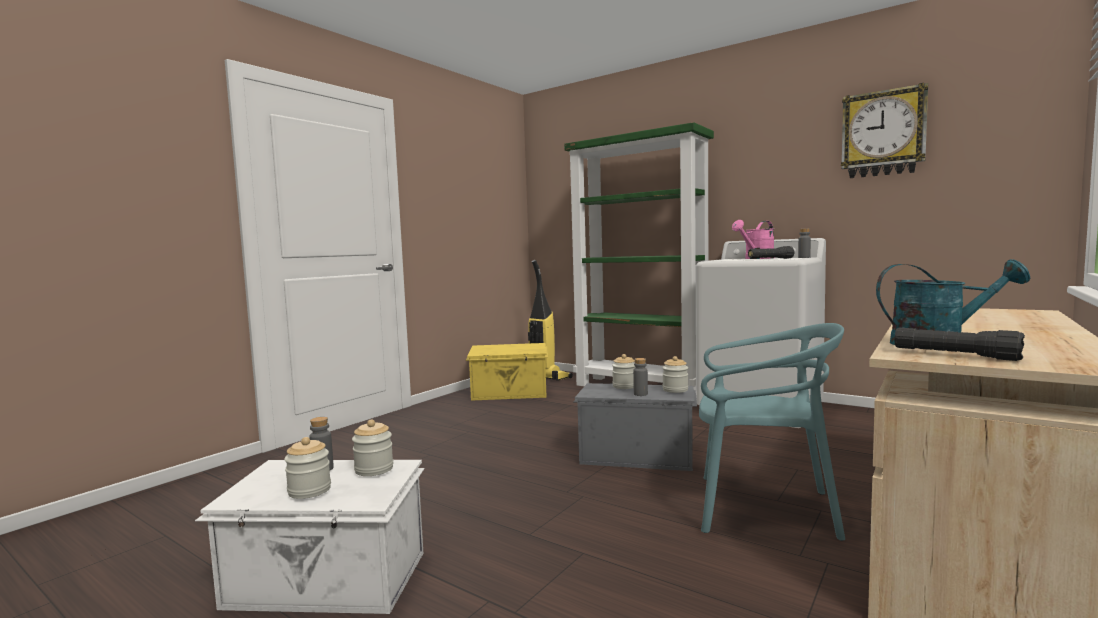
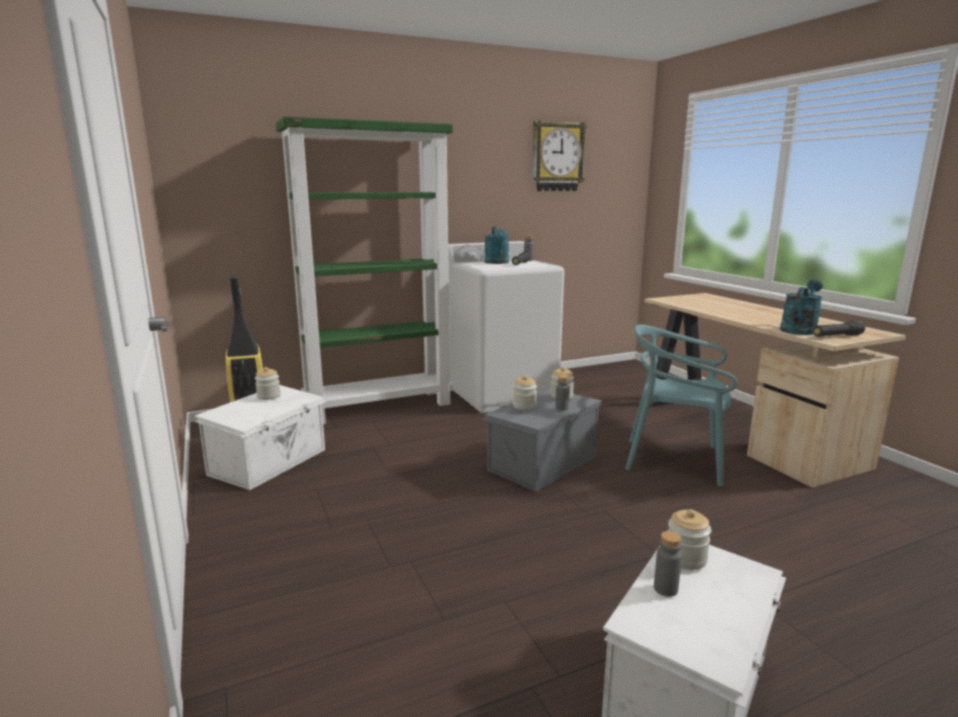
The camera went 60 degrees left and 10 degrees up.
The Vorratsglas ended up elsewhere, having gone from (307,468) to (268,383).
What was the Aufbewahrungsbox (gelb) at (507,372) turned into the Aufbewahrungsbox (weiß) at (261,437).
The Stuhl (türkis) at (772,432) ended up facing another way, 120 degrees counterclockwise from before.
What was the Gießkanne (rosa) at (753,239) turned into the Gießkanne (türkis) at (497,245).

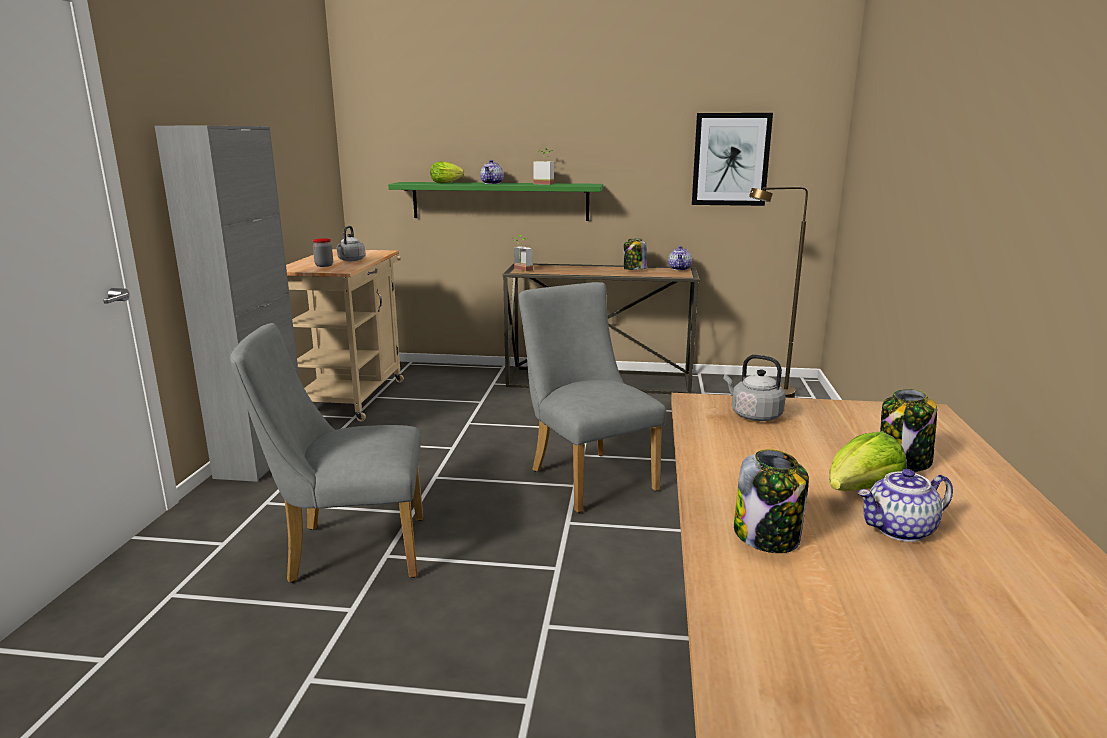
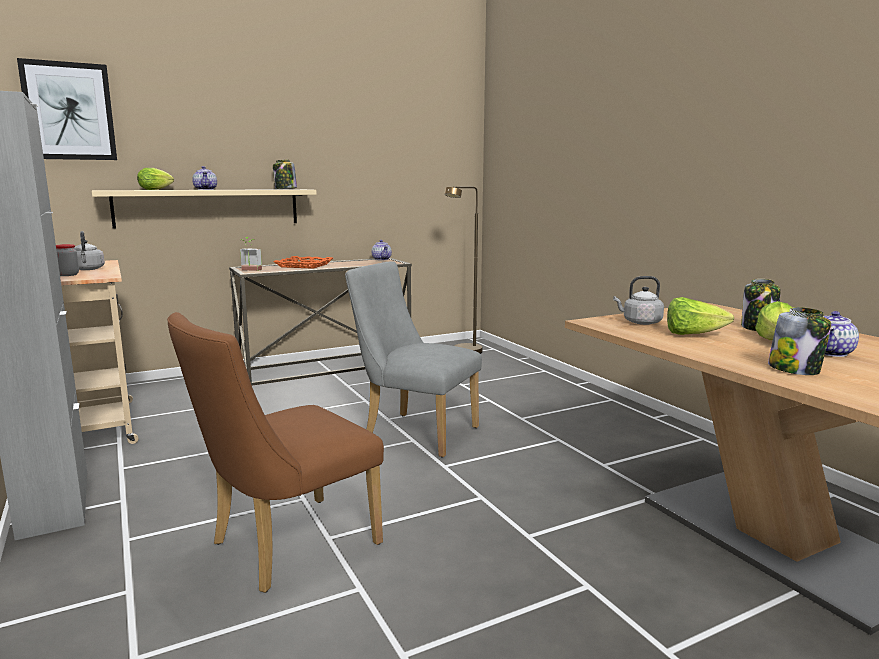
The camera went 35 degrees left and 5 degrees down.
What was the Stuhl (grau) at (326,453) turned into the Stuhl (braun) at (275,452).
What was the Wandregal (grün) at (495,201) turned into the Wandregal (beige) at (204,209).
The second view lost the Topfpflanze at (543,166).
The Vorratsglas ended up elsewhere, having gone from (635,254) to (285,174).
The Bild ended up elsewhere, having gone from (732,159) to (67,109).
The second view gained the Tablett (orange) at (303,262).
The second view gained the Salatkopf at (700,316).

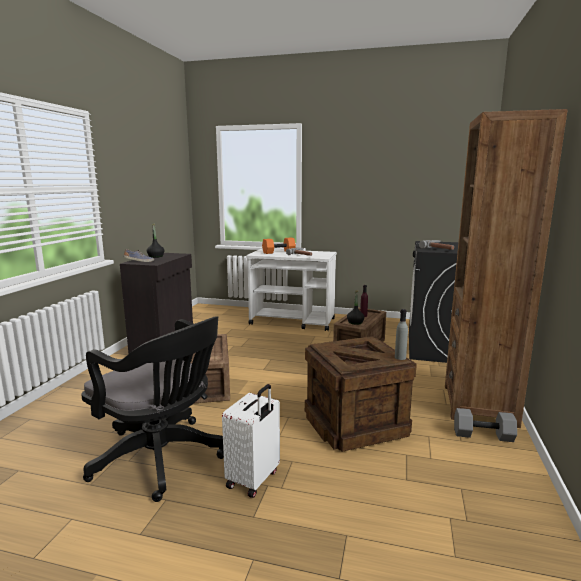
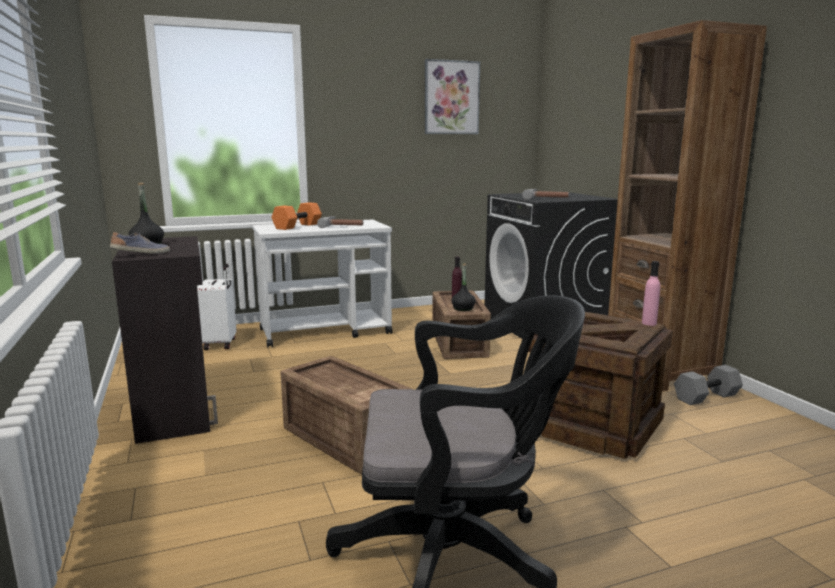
The camera went 35 degrees left and 0 degrees up.
The Koffer (weiß) ended up elsewhere, having gone from (251,441) to (217,307).
What was the Flasche (grau) at (401,334) turned into the Flasche (rosa) at (651,293).
The second view gained the Bild at (452,96).

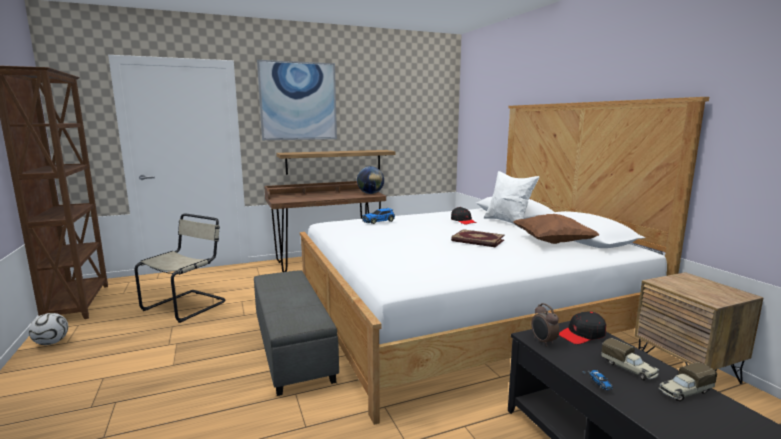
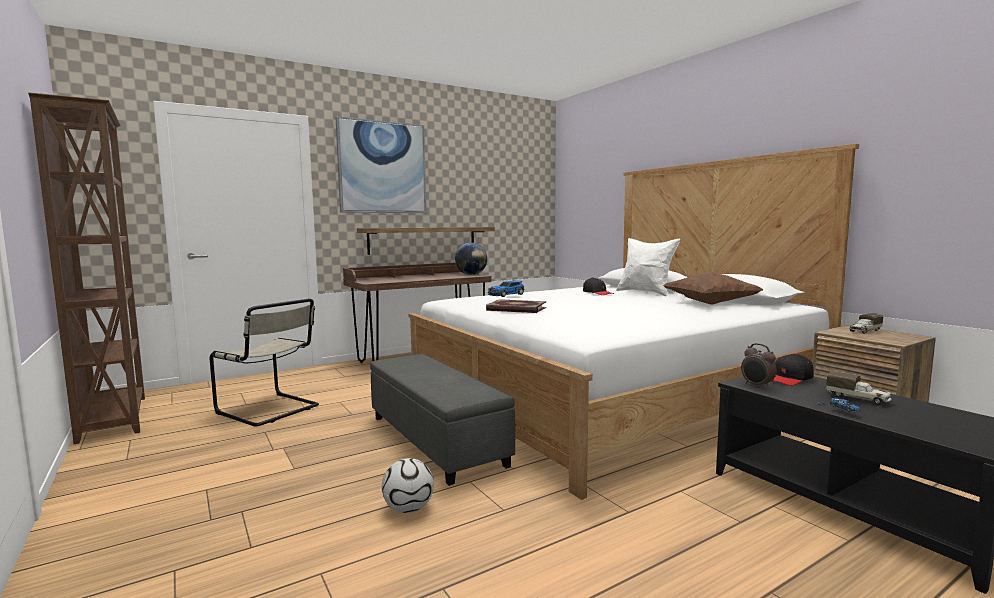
The camera went 10 degrees left and 5 degrees down.
The Fußball ended up elsewhere, having gone from (48,329) to (408,485).
The Stuhl (beige) at (179,268) ended up facing another way, 105 degrees clockwise from before.
The Buch ended up elsewhere, having gone from (478,238) to (516,306).
The Spielzeuglaster ended up elsewhere, having gone from (687,382) to (866,323).

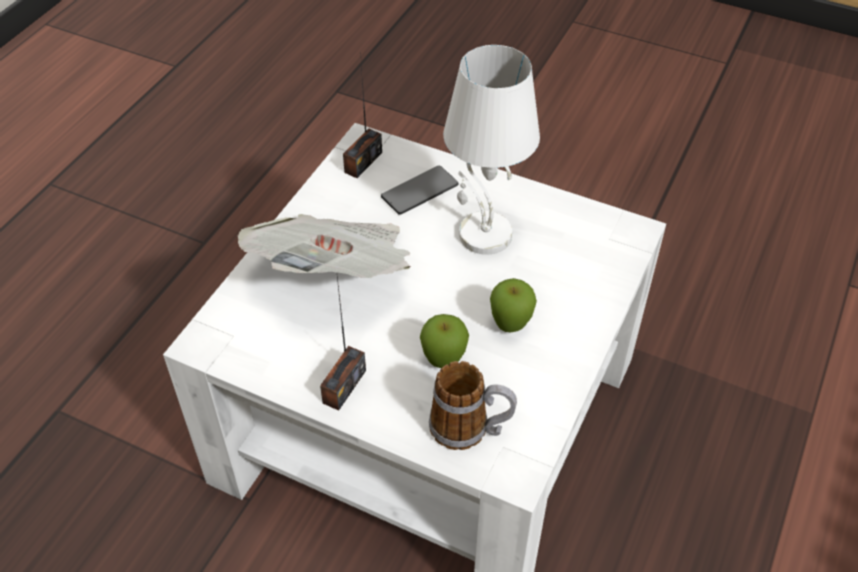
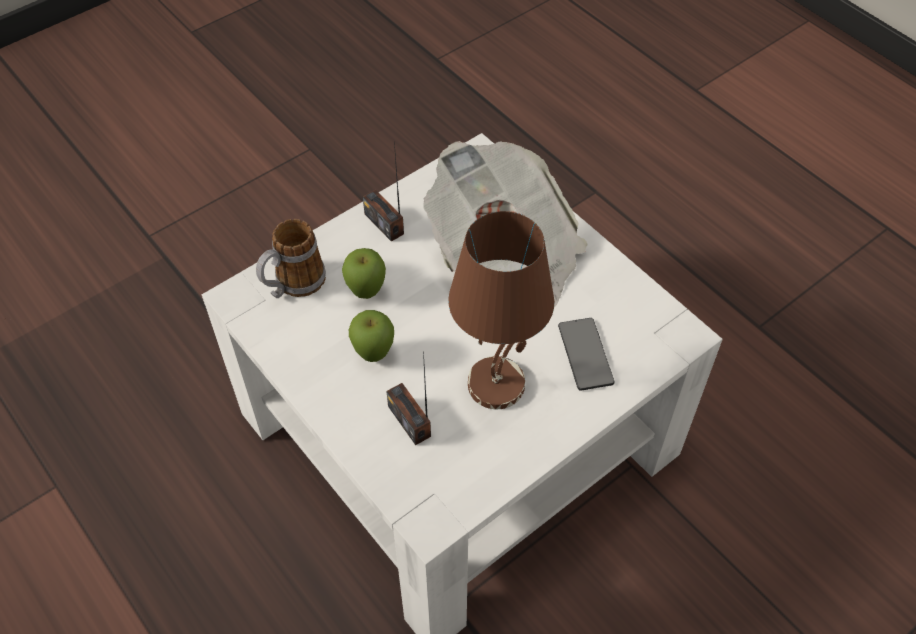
The camera went 115 degrees right and 5 degrees up.
The Radio ended up elsewhere, having gone from (362,120) to (408,398).
What was the Tischlampe (weiß) at (491,150) turned into the Tischlampe (braun) at (501,310).

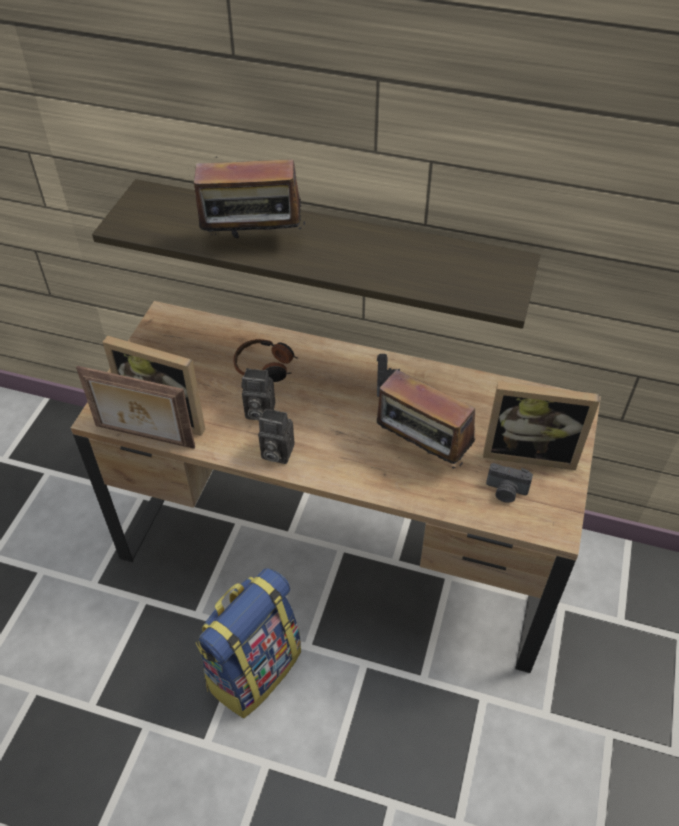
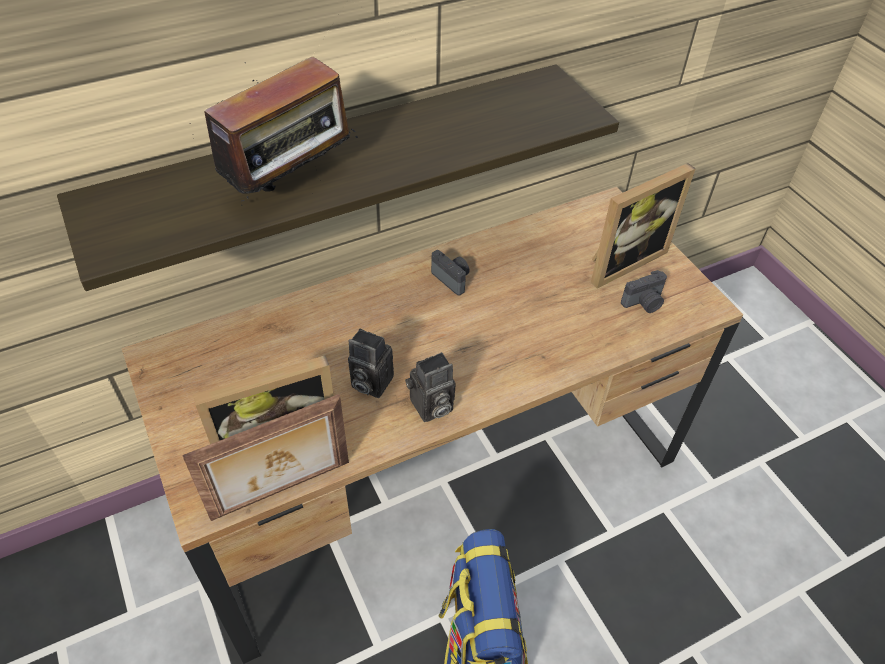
The camera went 45 degrees left and 0 degrees up.
The second view lost the Kopfhörer at (266,360).
The Kamera at (258,394) ended up facing another way, 60 degrees clockwise from before.
The second view lost the Radio at (425,418).

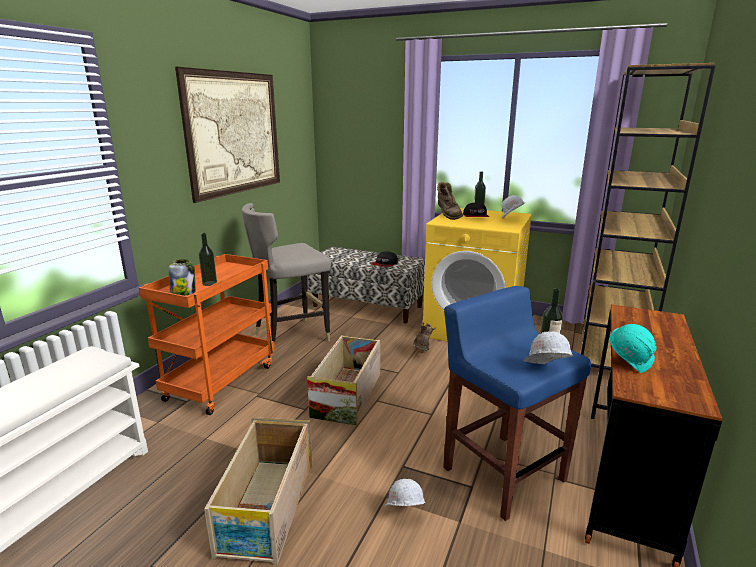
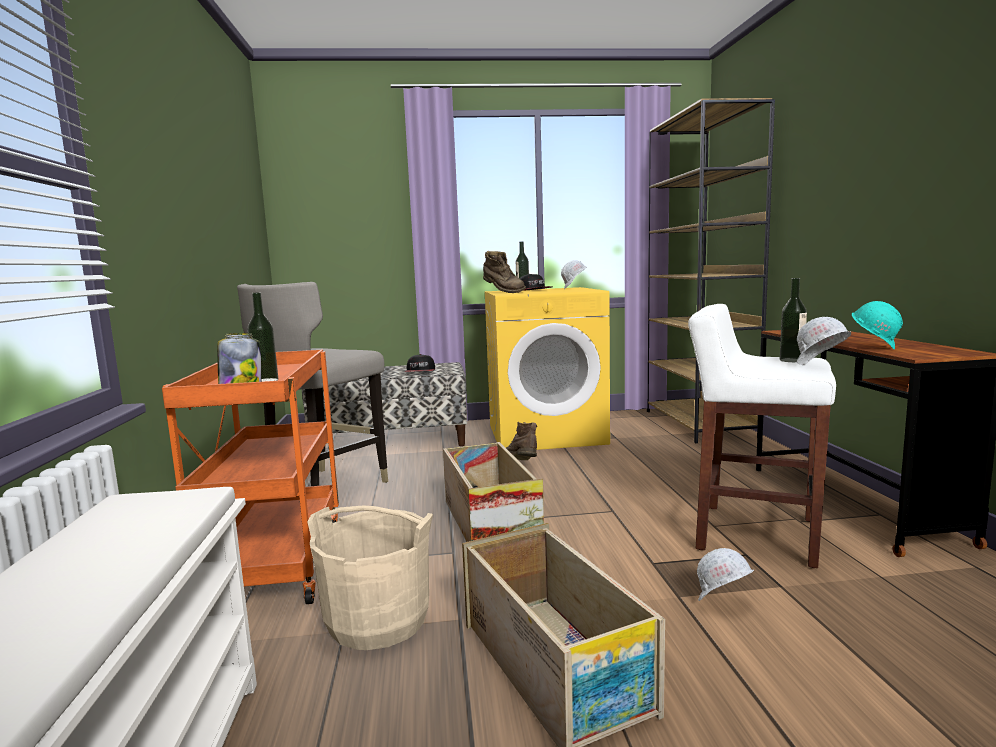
The camera went 30 degrees left and 10 degrees down.
The second view lost the Bild at (227,135).
What was the Hocker (blau) at (517,403) turned into the Hocker (weiß) at (762,436).
The second view gained the Eimer (beige) at (370,578).

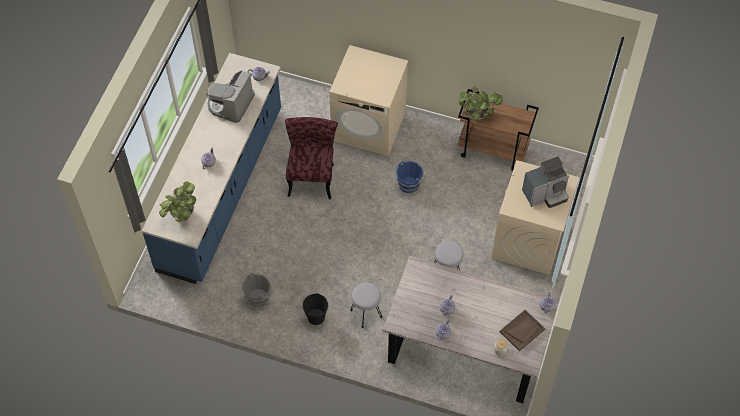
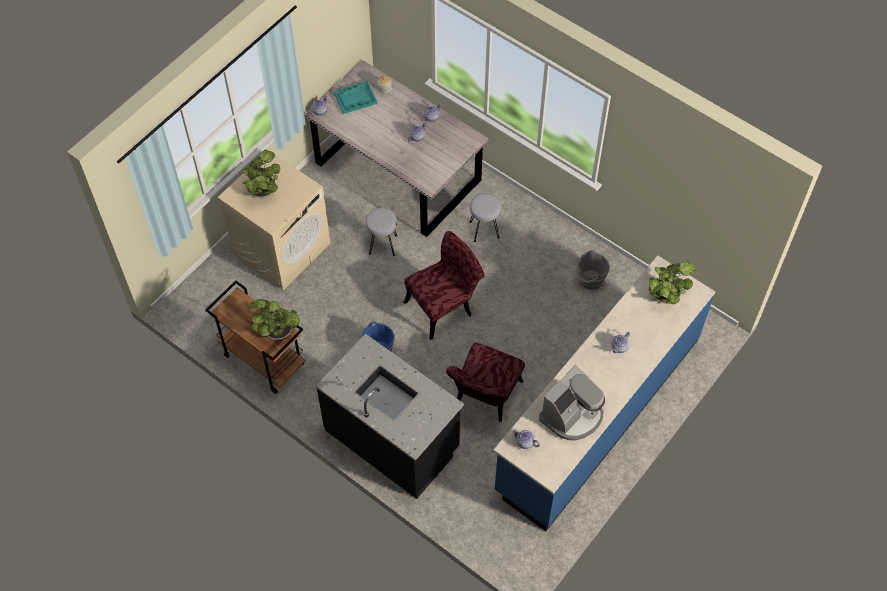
The camera went 160 degrees left and 0 degrees up.
The second view lost the Eimer (schwarz) at (315,309).
Where the Waschmaschine (beige) stood at (368,100), the Küchenzeile (schwarz) came to stand at (390,416).
What was the Tablett (braun) at (522,330) turned into the Tablett (türkis) at (355,97).
Where the Kaffeemaschine stood at (545,182), the Topfpflanze came to stand at (260,174).
The second view gained the Stuhl (rot) at (444,285).

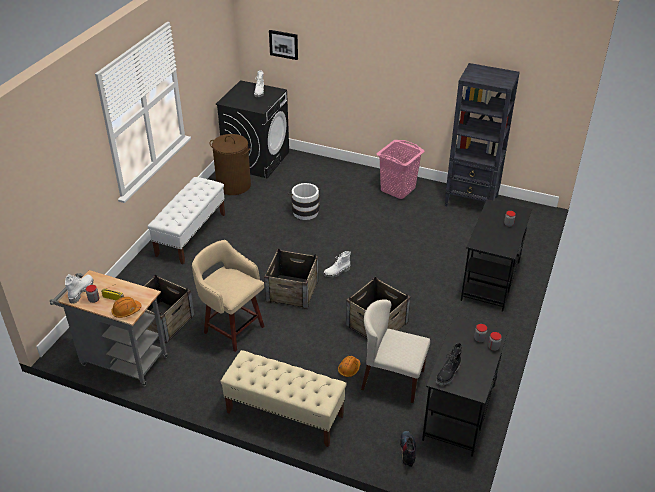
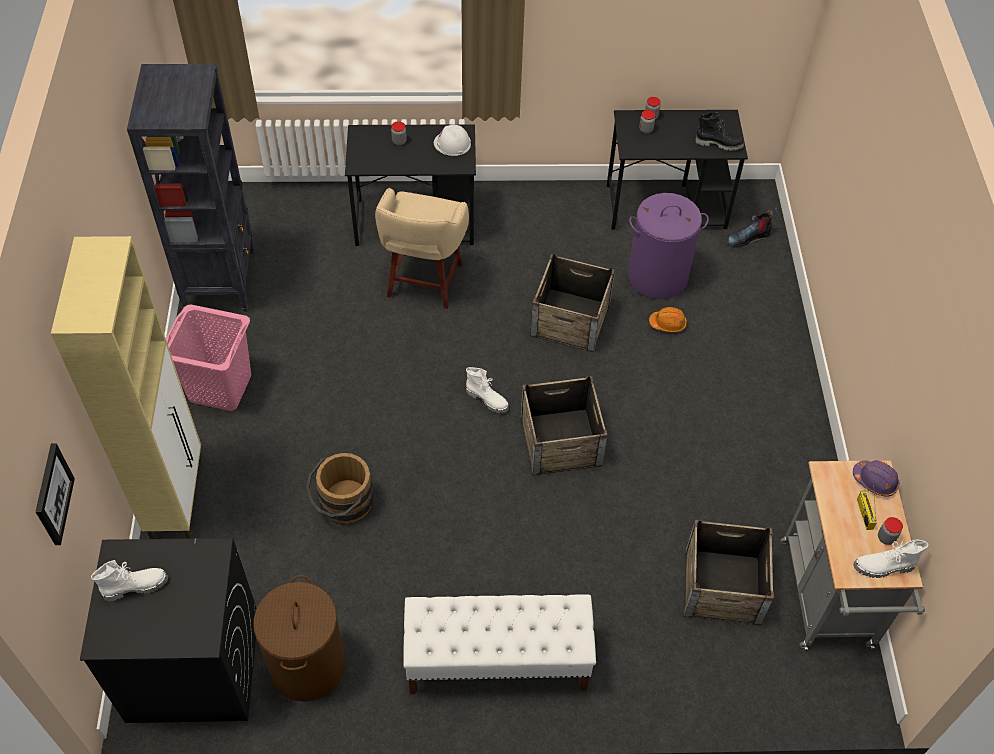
The camera went 115 degrees left and 15 degrees up.
What was the Schutzhelm (orange) at (126,307) turned into the Schutzhelm (lila) at (876,478).
The Hocker (beige) ended up elsewhere, having gone from (228,296) to (422,248).
The second view lost the Bank (beige) at (283,398).
What was the Eimer (weiß) at (304,201) turned into the Eimer (braun) at (340,488).
Where the Stuhl (beige) stood at (395,351), the Wäschekorb (lila) came to stand at (668,246).
The second view gained the Schrank (beige) at (126,387).
The second view gained the Schutzhelm (weiß) at (452,140).

